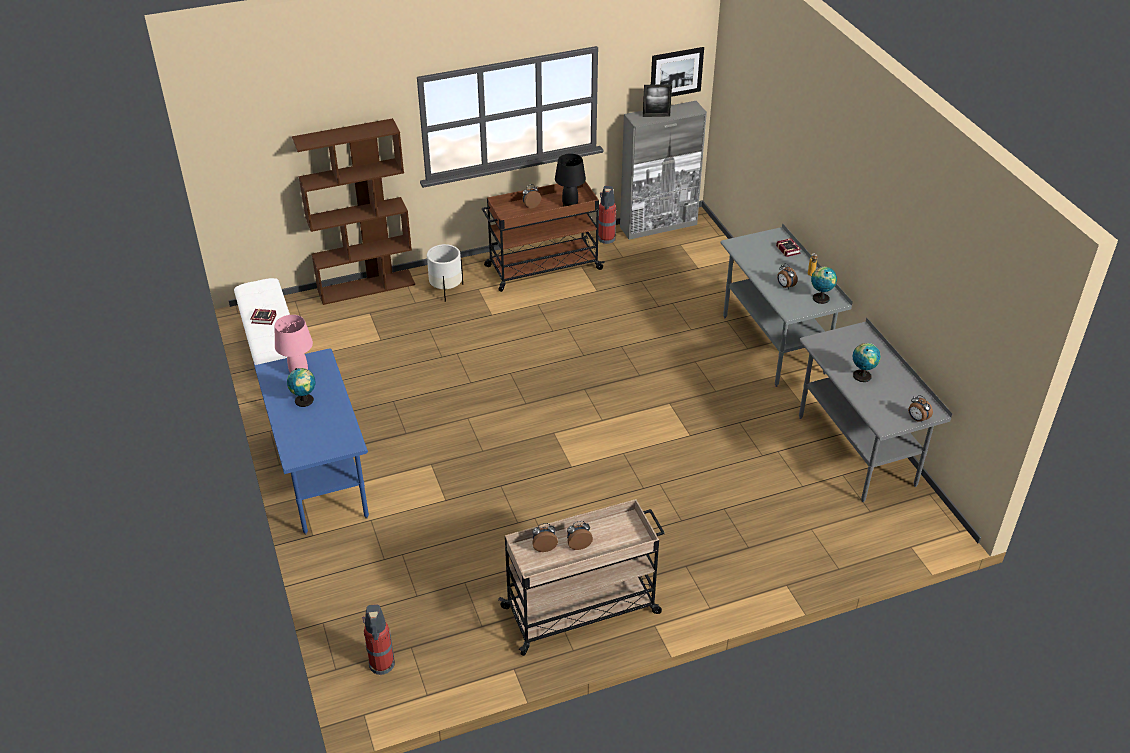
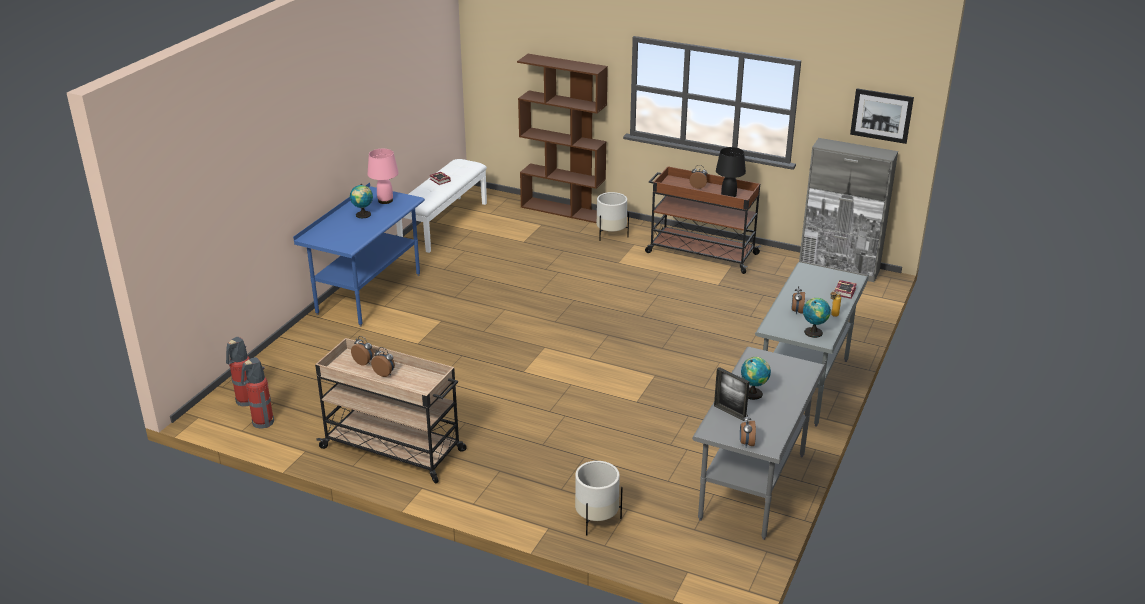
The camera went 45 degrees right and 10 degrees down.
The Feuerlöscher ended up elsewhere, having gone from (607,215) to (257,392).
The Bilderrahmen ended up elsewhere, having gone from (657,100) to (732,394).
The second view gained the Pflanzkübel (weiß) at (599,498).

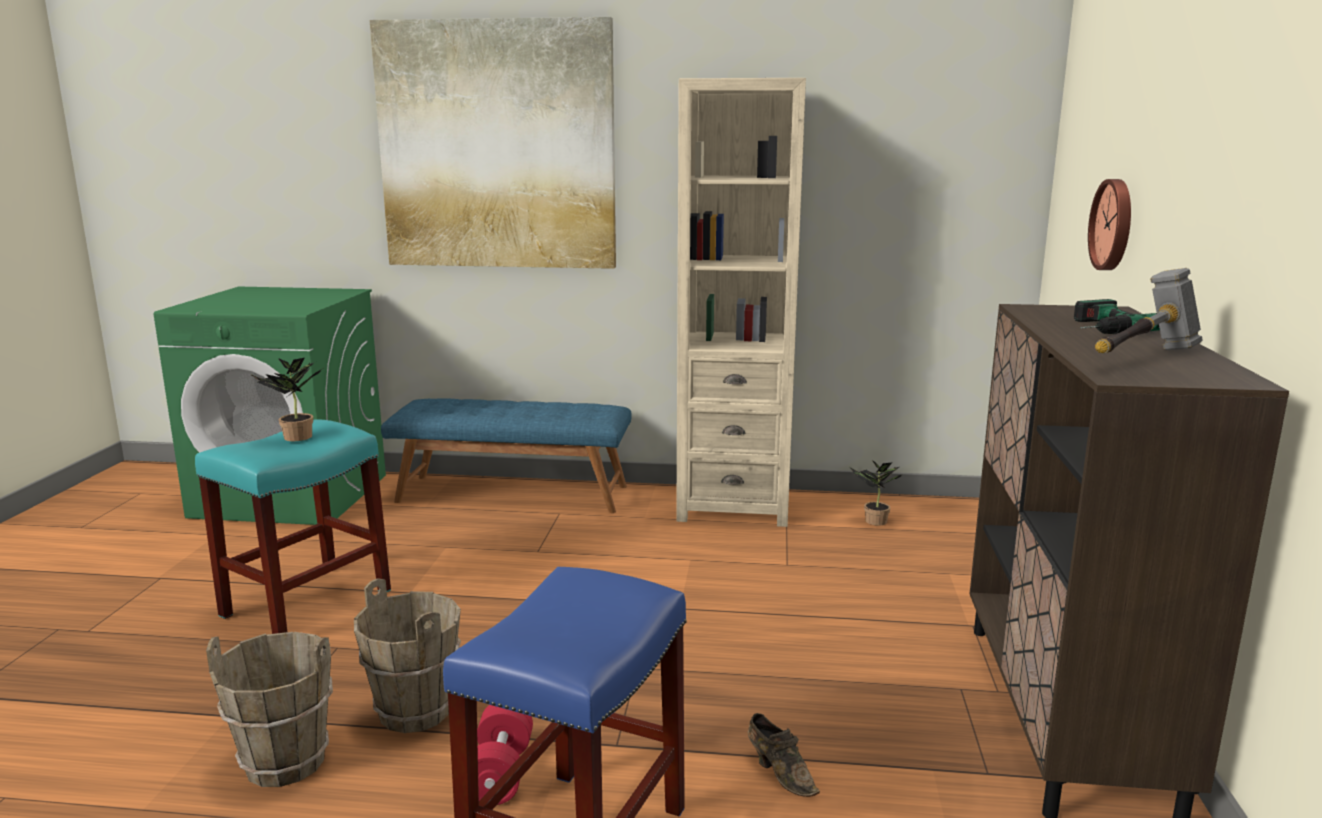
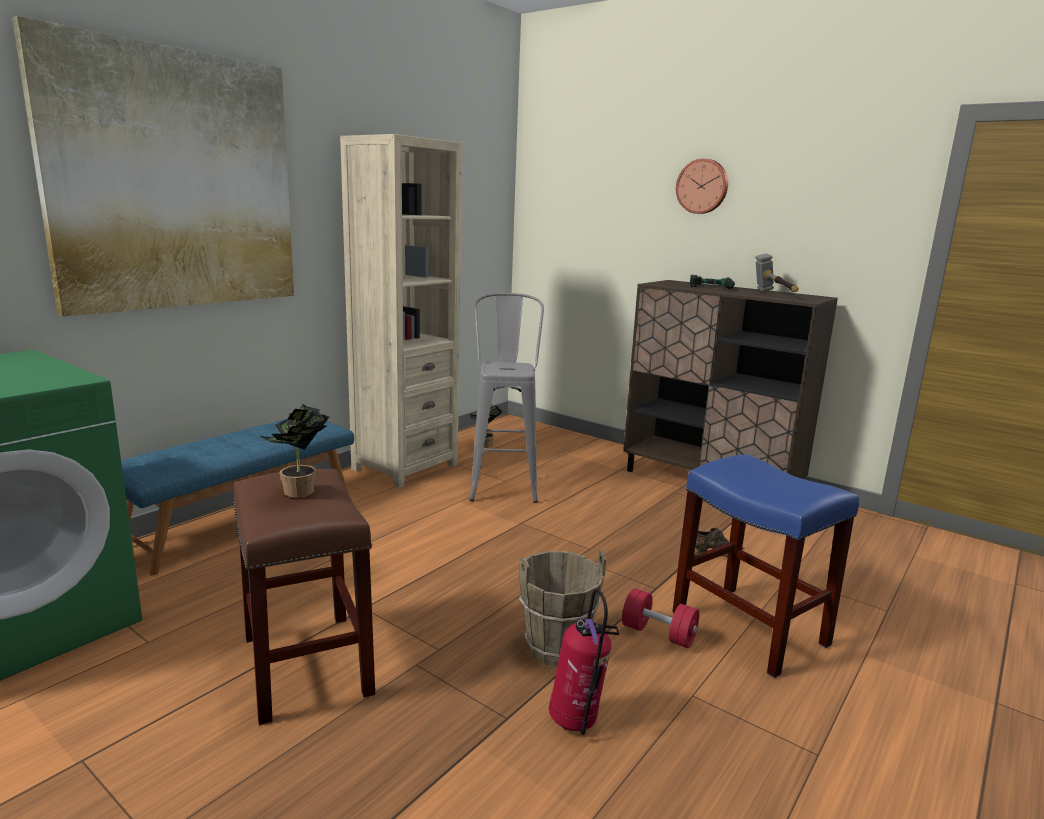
The camera went 60 degrees left and 0 degrees up.
What was the Hocker (türkis) at (293,526) turned into the Hocker (braun) at (304,597).
Where the Eimer (braun) stood at (269,709), the Feuerlöscher came to stand at (584,662).
The Wanduhr ended up elsewhere, having gone from (1109,224) to (702,186).
The second view gained the Hocker (grau) at (506,398).

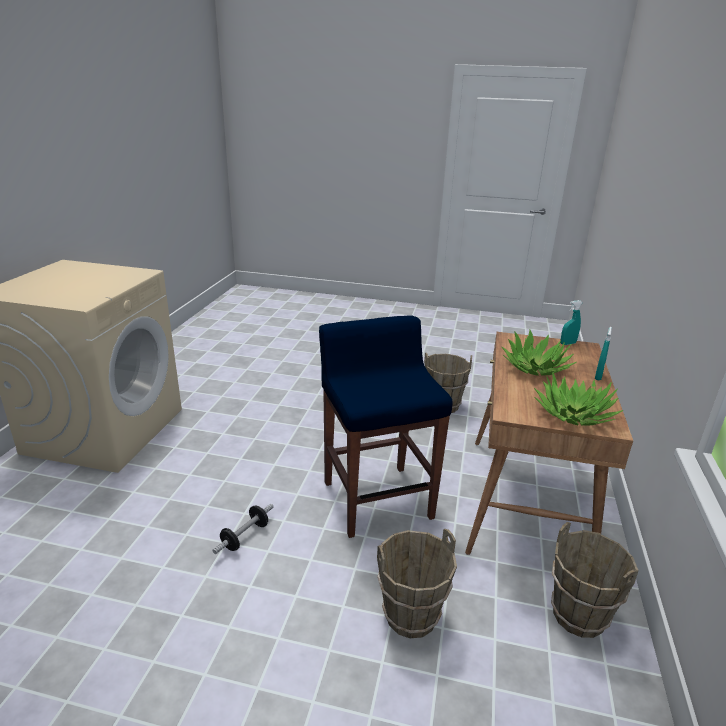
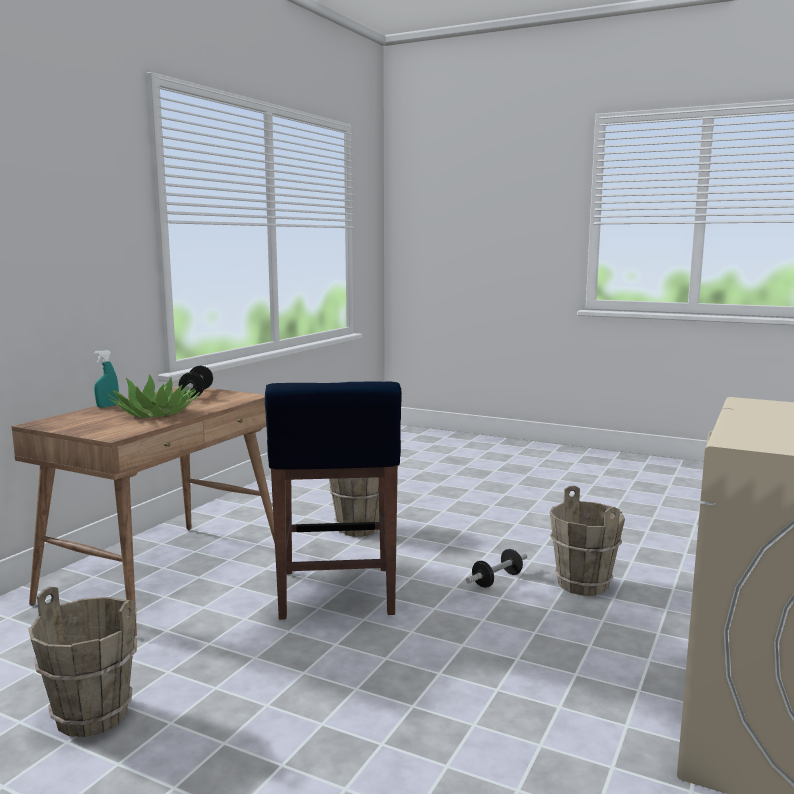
The camera went 165 degrees left and 15 degrees down.
Where the Topfpflanze stood at (579,398), the Hantel came to stand at (196,382).
The Eimer (braun) ended up elsewhere, having gone from (595,580) to (587,541).
The second view lost the Sprühflasche (türkis) at (572,322).

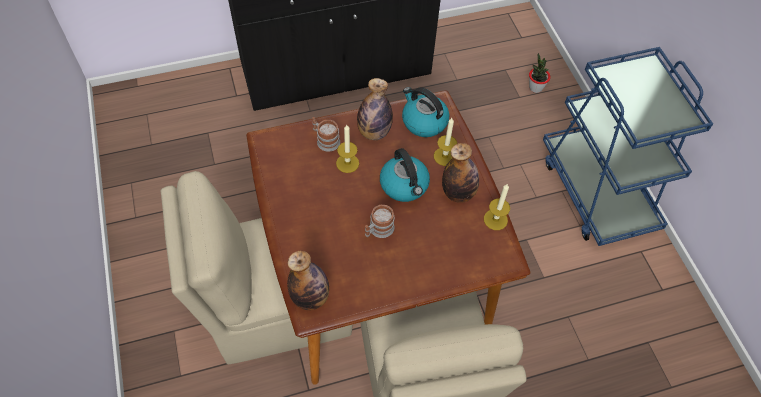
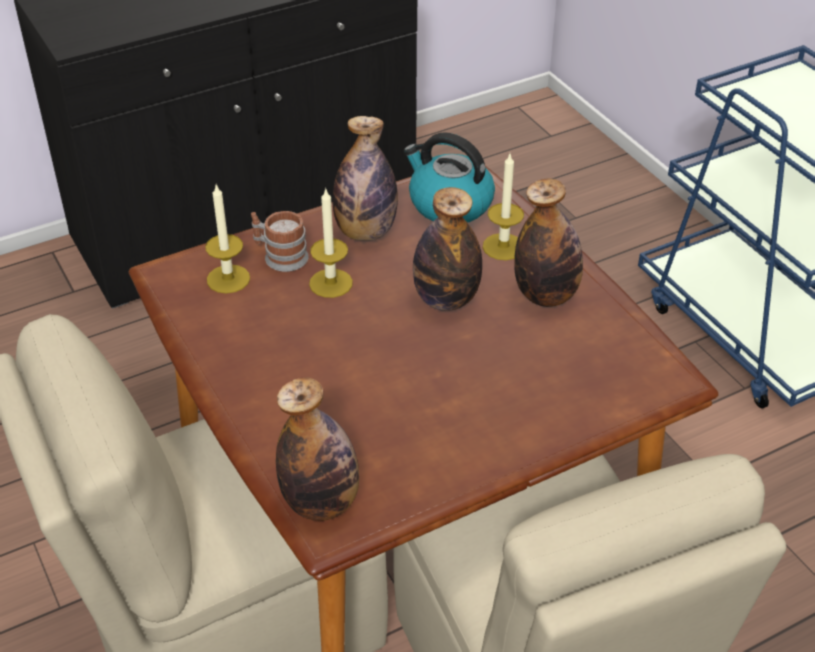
The camera went 10 degrees left and 15 degrees down.
The second view lost the Henkelbecher at (379,221).
Where the Wasserkessel stood at (405,175), the Flasche came to stand at (447,249).
The Kerze ended up elsewhere, having gone from (497,206) to (227,239).
The second view lost the Topfpflanze at (539,73).

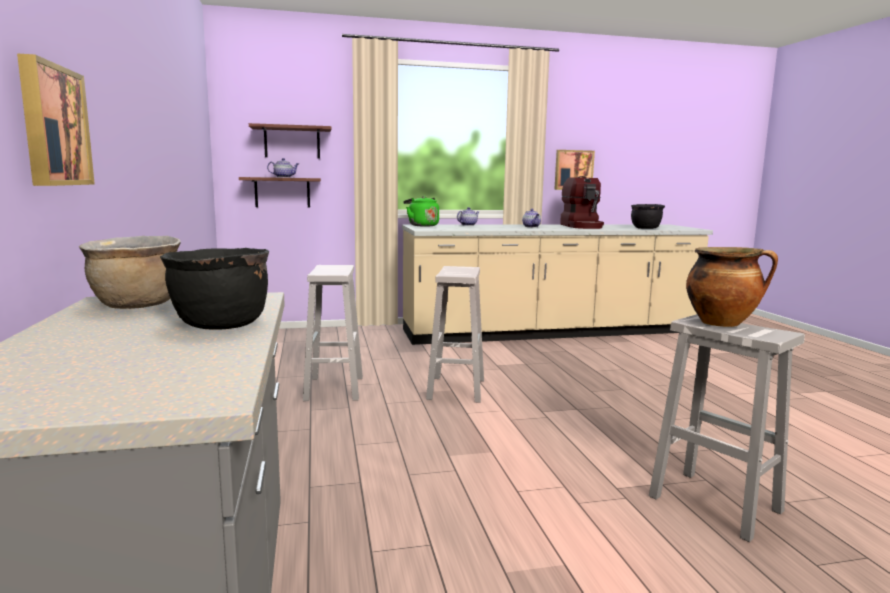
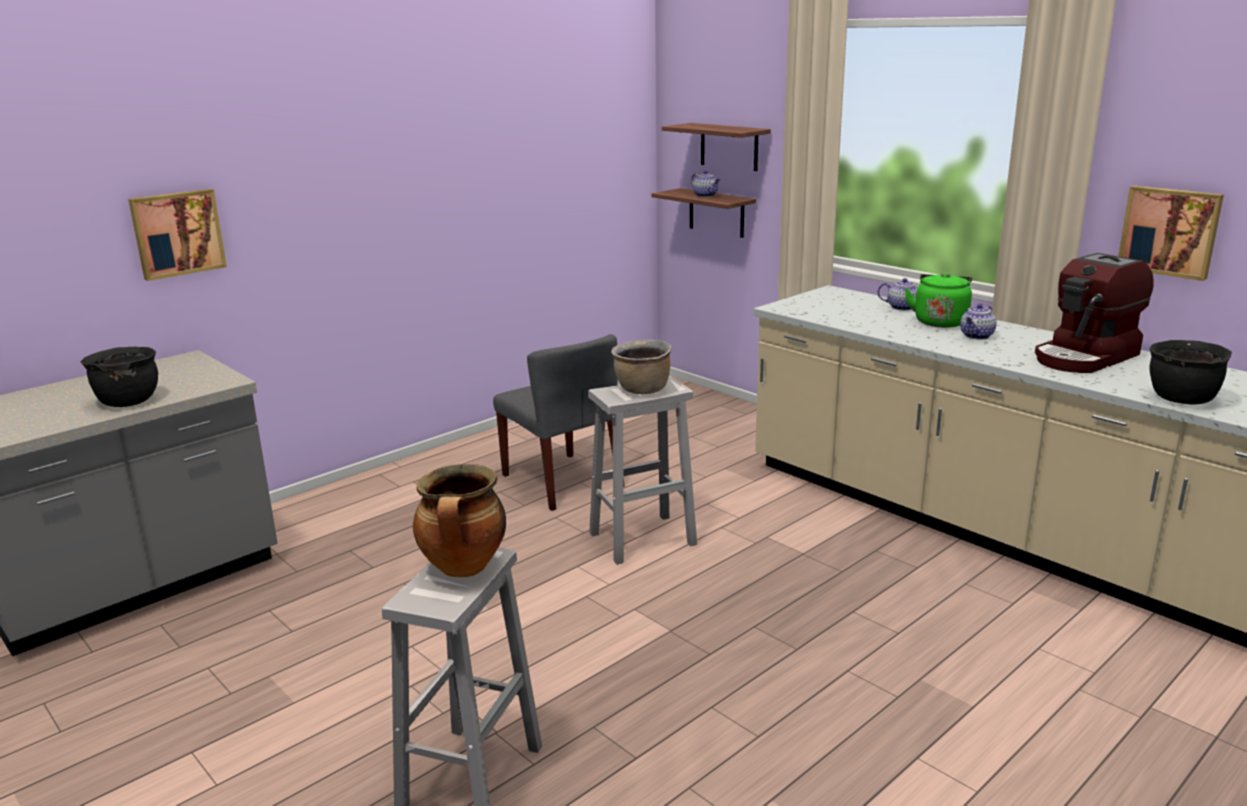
The camera went 60 degrees right and 10 degrees up.
The Kochtopf (braun) ended up elsewhere, having gone from (130,272) to (641,366).
Where the Hocker (weiß) stood at (333,333), the Stuhl (grau) came to stand at (559,422).
The Wasserkessel (grün) ended up elsewhere, having gone from (421,211) to (938,300).

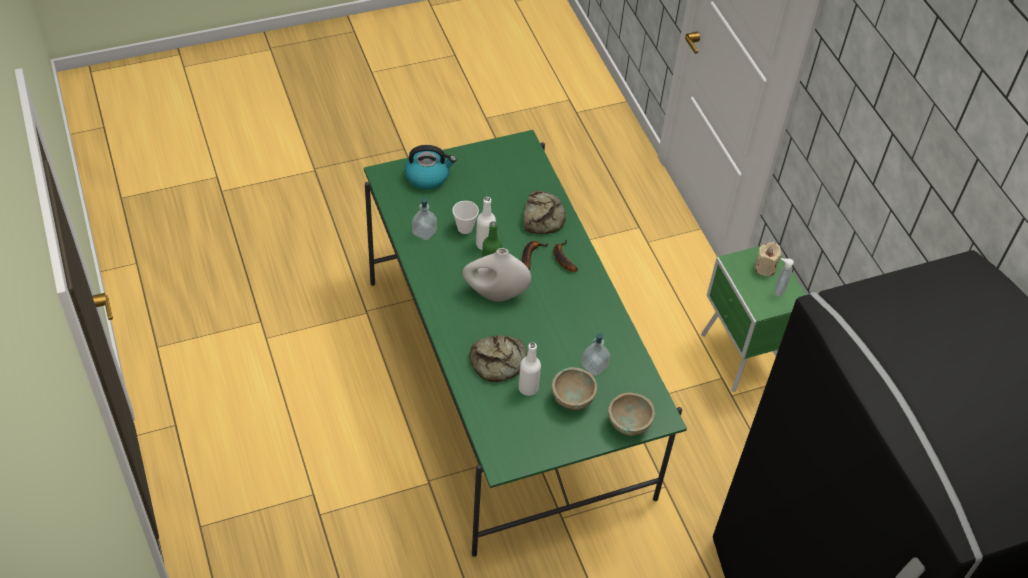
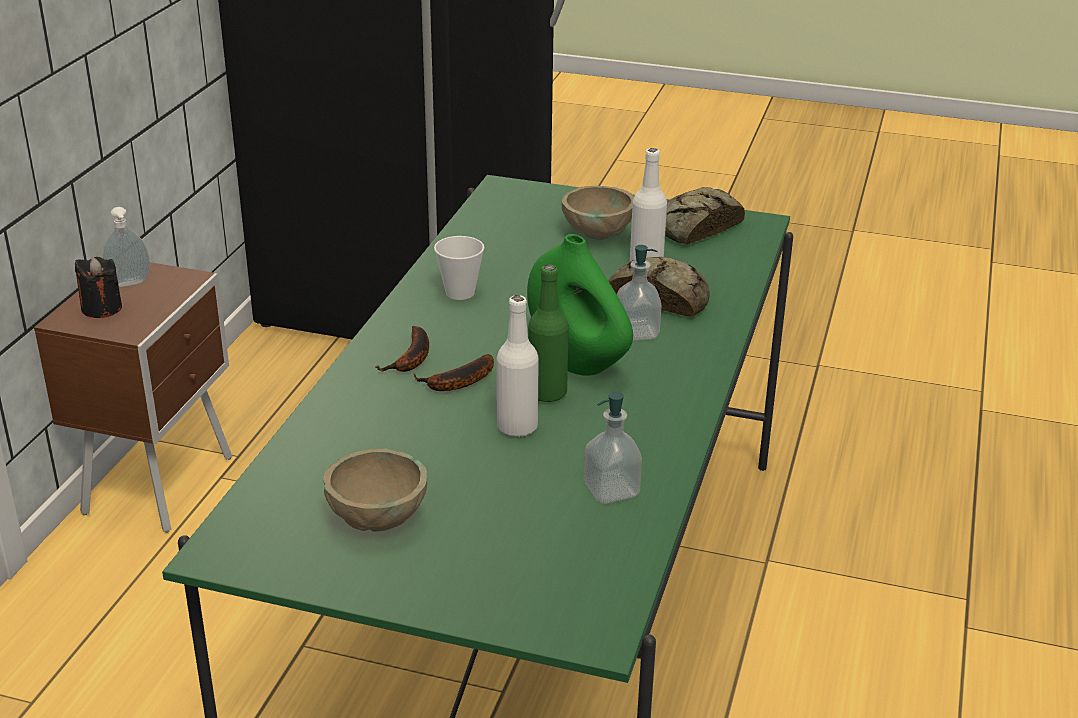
The camera went 140 degrees left and 20 degrees down.
The second view lost the Wasserkessel at (430,167).
The Tasse ended up elsewhere, having gone from (465,217) to (459,268).
What was the Vase (weiß) at (496,275) turned into the Vase (grün) at (580,305).
The Brot ended up elsewhere, having gone from (545,212) to (705,216).
The Seifenspender ended up elsewhere, having gone from (595,354) to (639,293).
The Schüssel (beige) ended up elsewhere, having gone from (631,414) to (375,490).
What was the Nachttisch (grün) at (753,318) turned into the Nachttisch (braun) at (133,397).
What was the Kerze (beige) at (768,259) turned into the Kerze (schwarz) at (98,287).

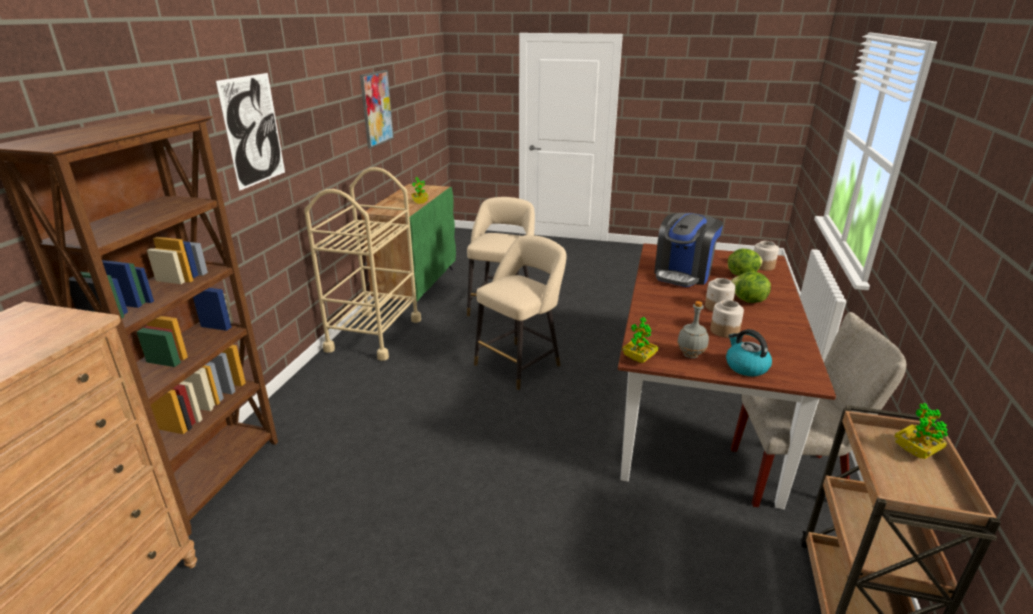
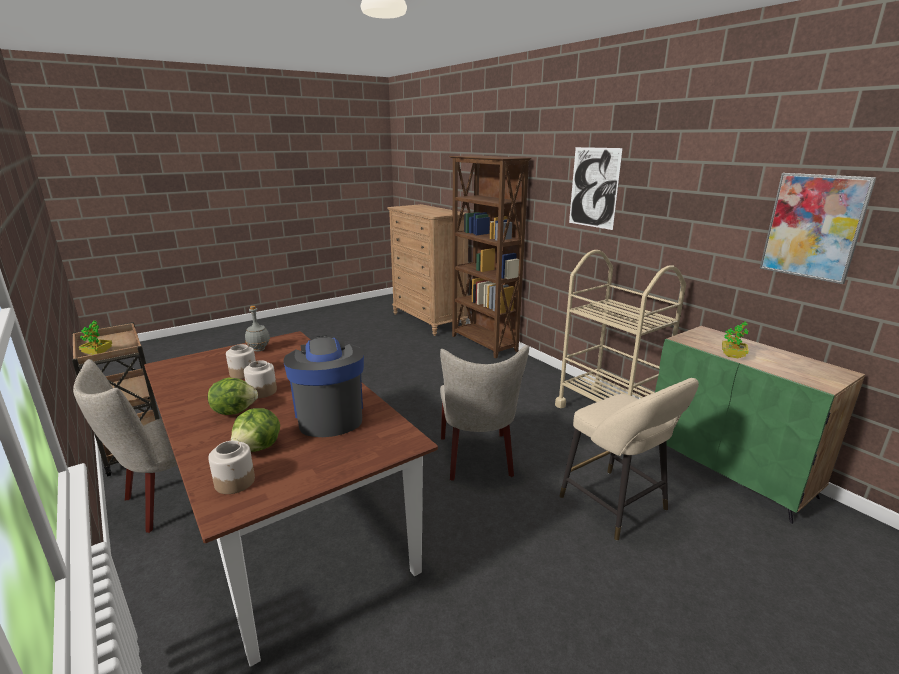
The camera went 130 degrees right and 5 degrees down.
Where the Hocker (beige) stood at (520,312), the Stuhl (beige) came to stand at (484,413).
The second view lost the Topfpflanze at (640,340).
The second view lost the Wasserkessel at (749,352).

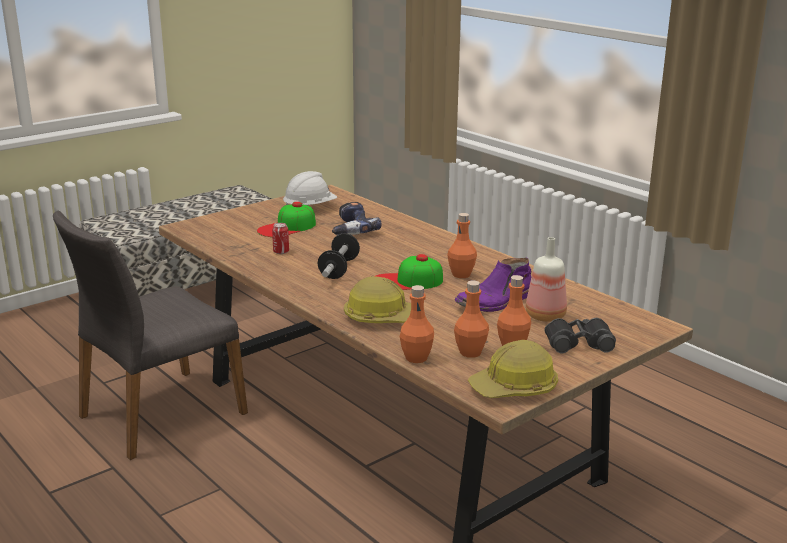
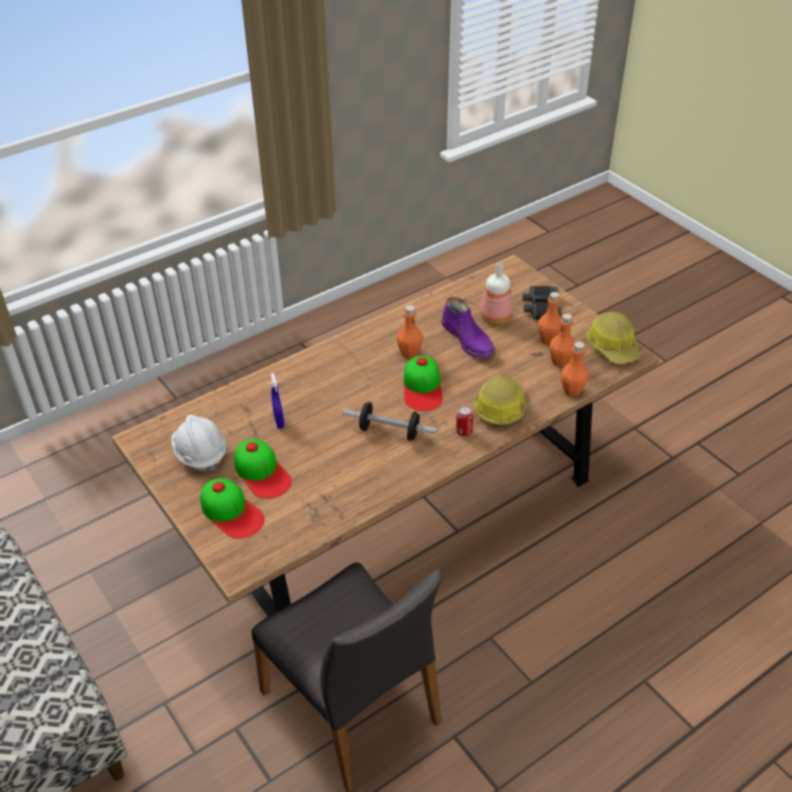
The camera went 85 degrees left and 20 degrees up.
The Dose ended up elsewhere, having gone from (280,238) to (464,420).
Where the Bohrmaschine stood at (356,218), the Sprühflasche (blau) came to stand at (277,401).
The second view gained the Kappe at (232,508).

